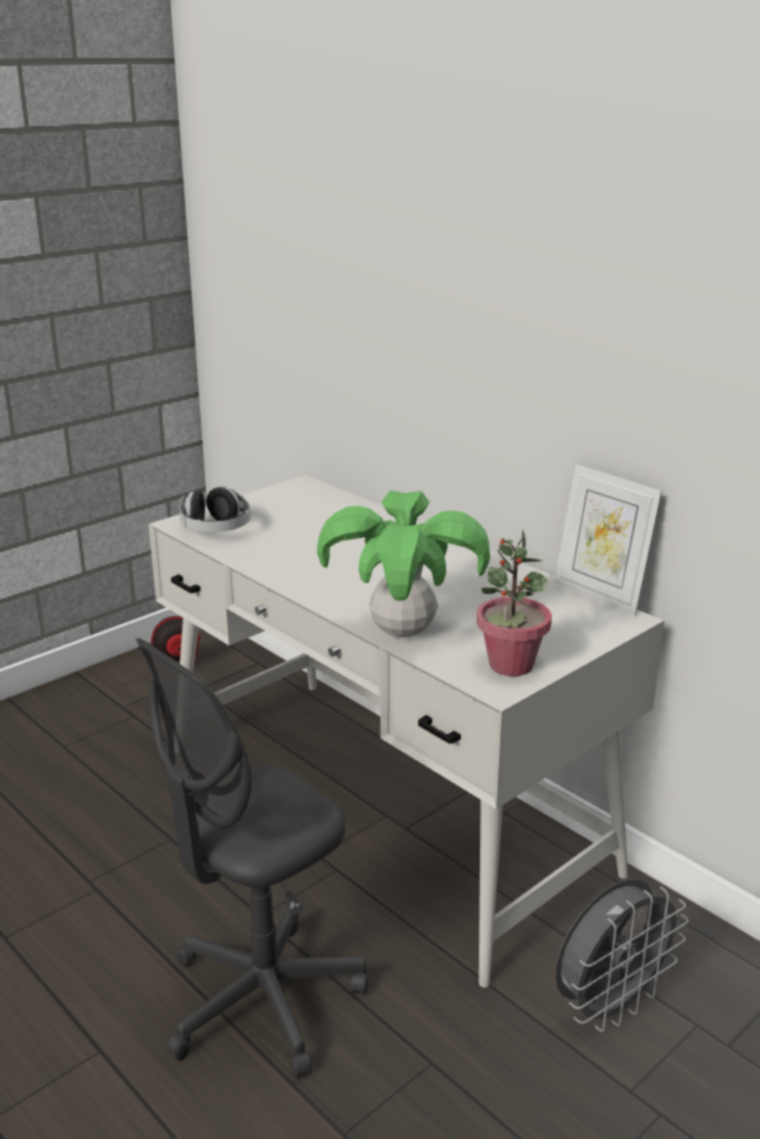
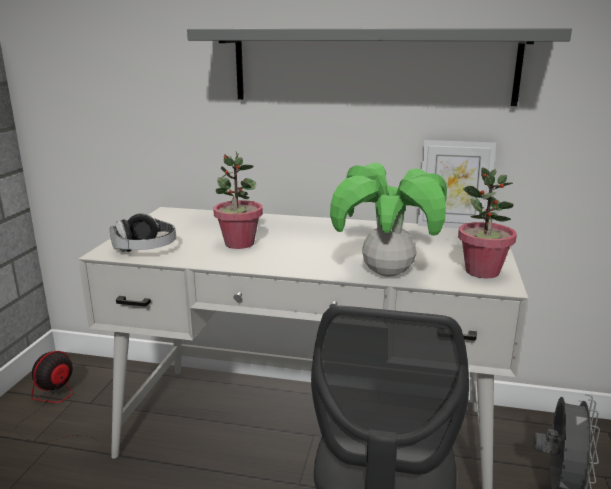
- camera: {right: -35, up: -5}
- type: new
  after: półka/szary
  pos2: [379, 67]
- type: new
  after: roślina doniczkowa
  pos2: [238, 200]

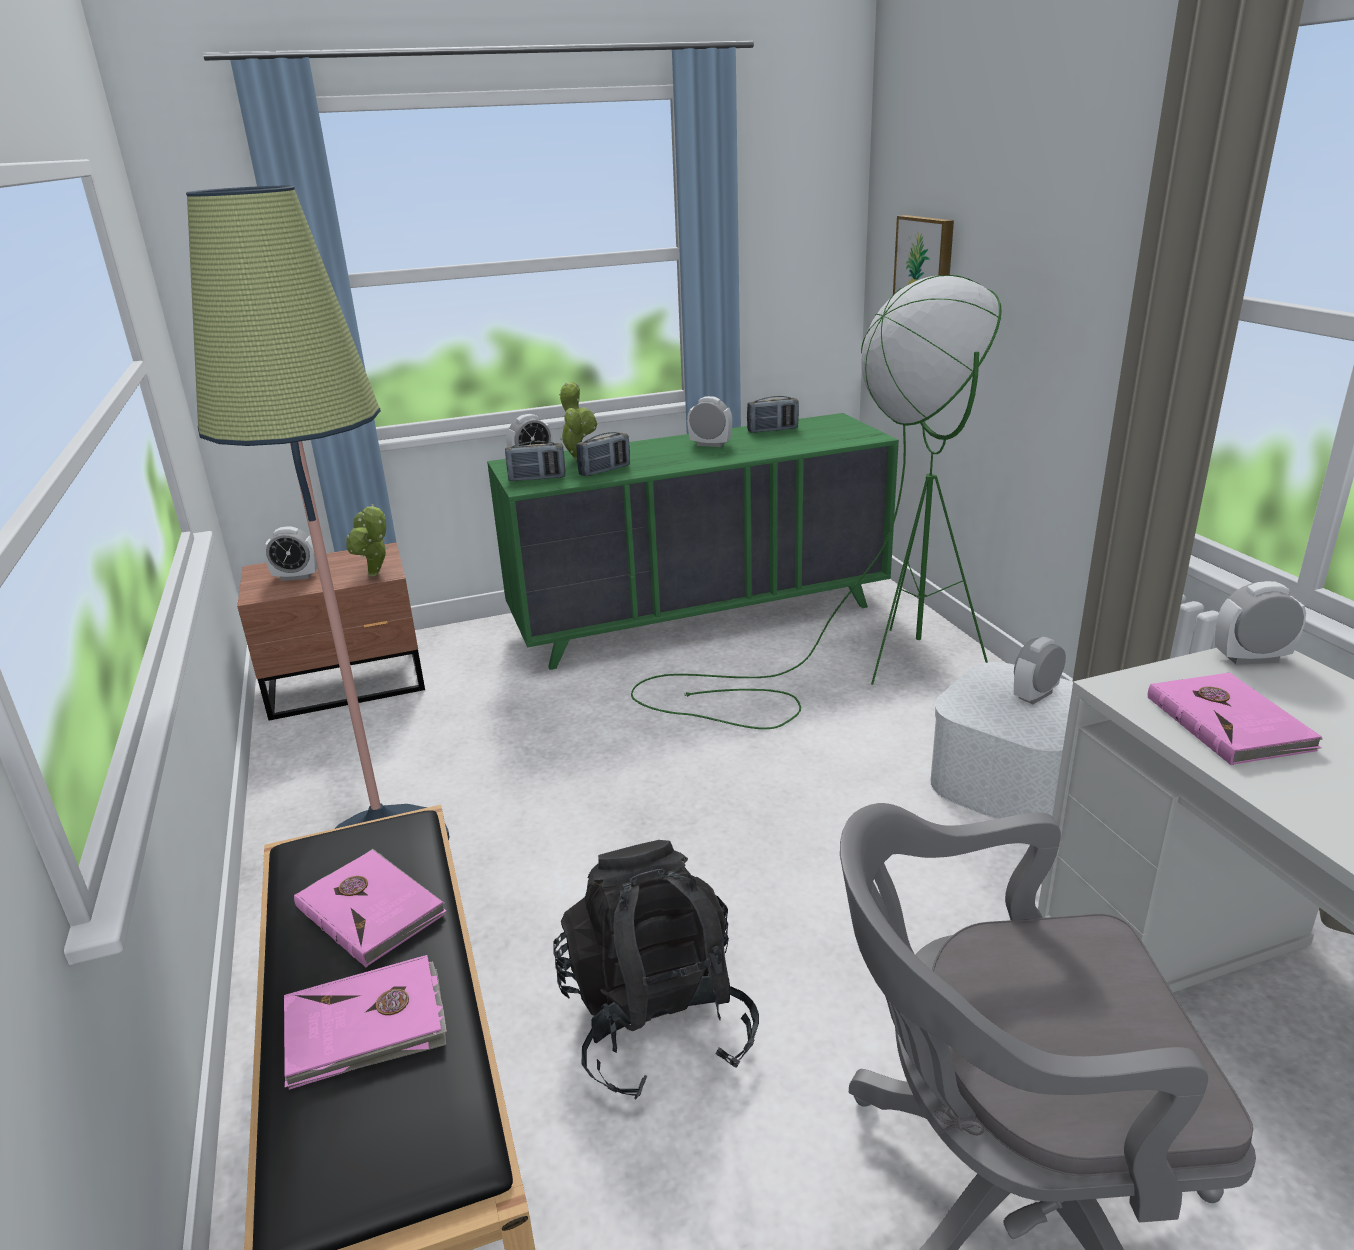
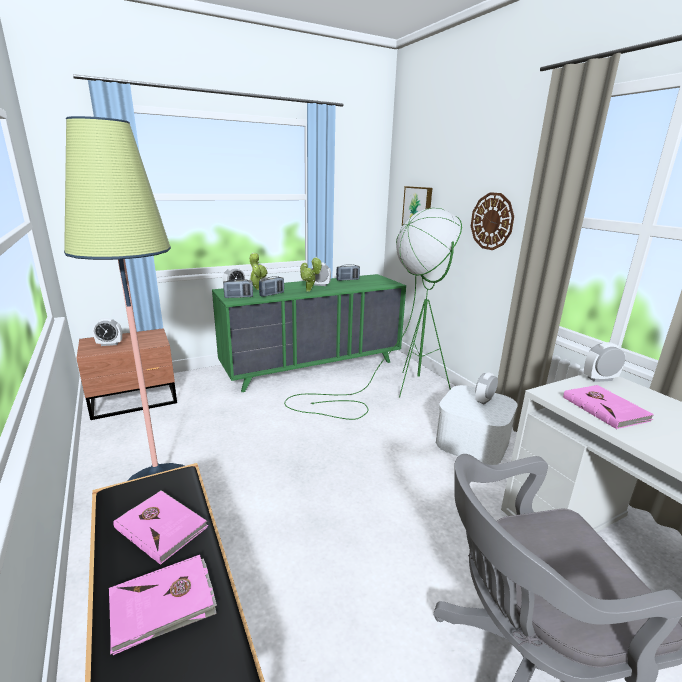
- camera: {right: -10, up: -5}
- type: gone
  before: plecak/czarny
  pos1: [656, 969]
- type: new
  after: zegar ścienny
  pos2: [492, 221]
- type: shifted
  before: roślina doniczkowa
  pos1: [366, 540]
  pos2: [311, 274]

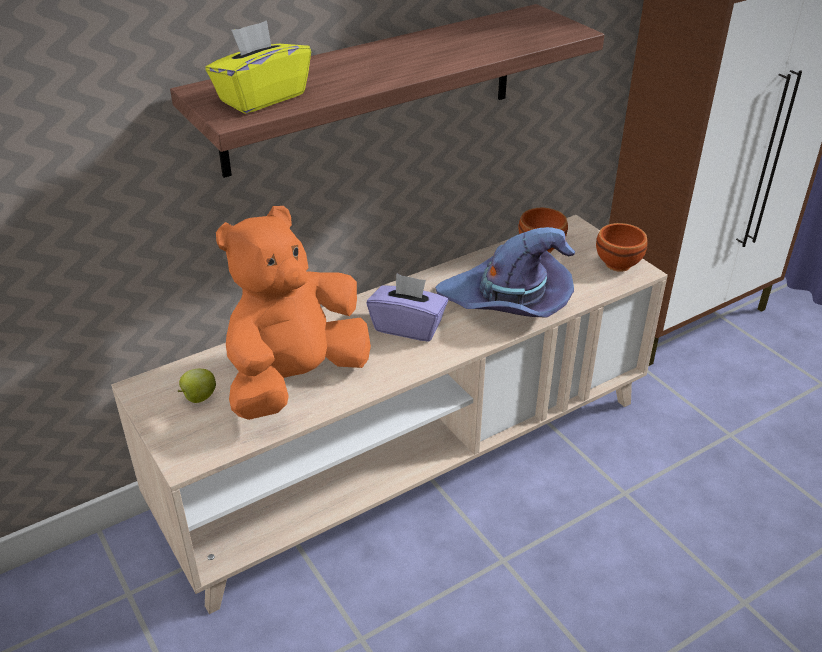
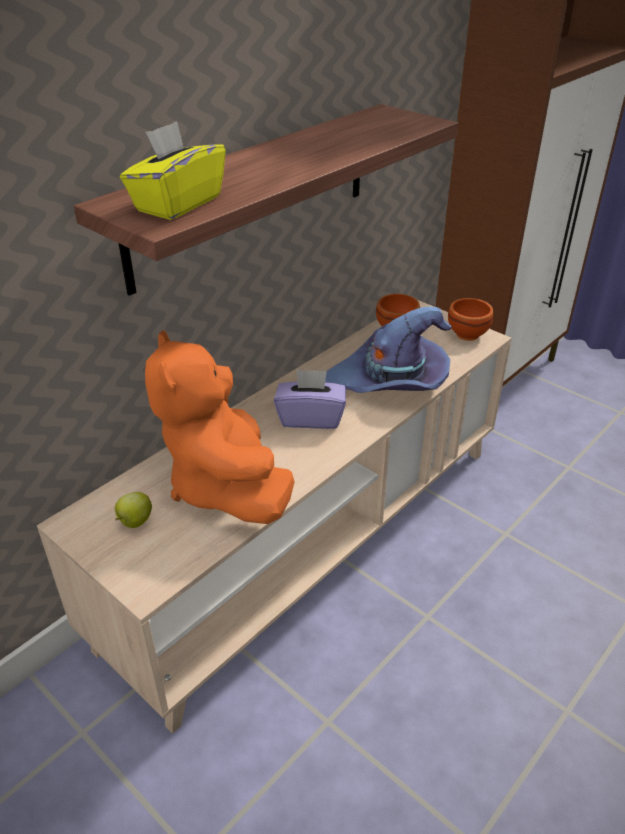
- camera: {right: -15, up: 0}
- type: rotated
  before: pluszak/pomarańczowy
  pos1: [293, 313]
  pos2: [220, 427]
  turn: -45

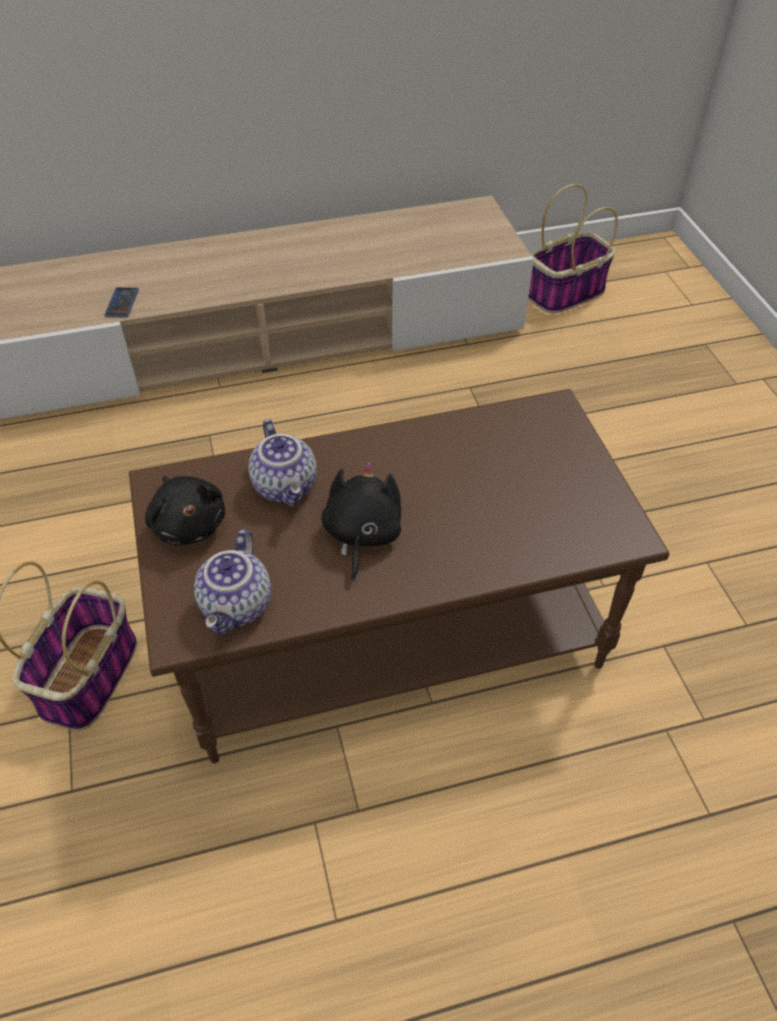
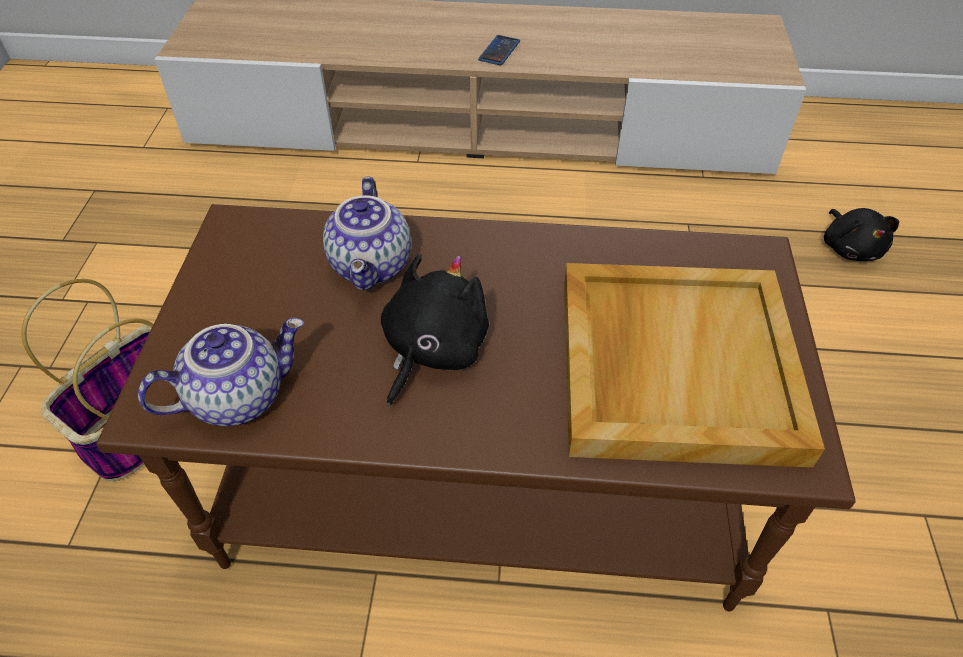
- camera: {right: 20, up: 0}
- type: gone
  before: koszyk
  pos1: [573, 249]
- type: new
  after: taca/beżowy
  pos2: [694, 365]
- type: shifted
  before: telefon
  pos1: [121, 302]
  pos2: [499, 50]
- type: shifted
  before: pluszak/czarny
  pos1: [185, 510]
  pos2: [861, 234]
- type: rotated
  before: imbryk
  pos1: [232, 582]
  pos2: [221, 372]
  turn: -150

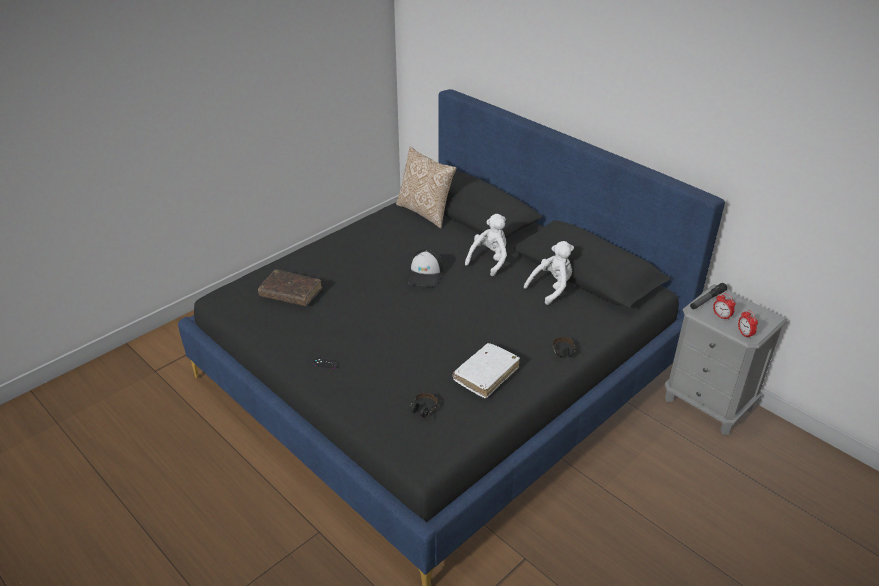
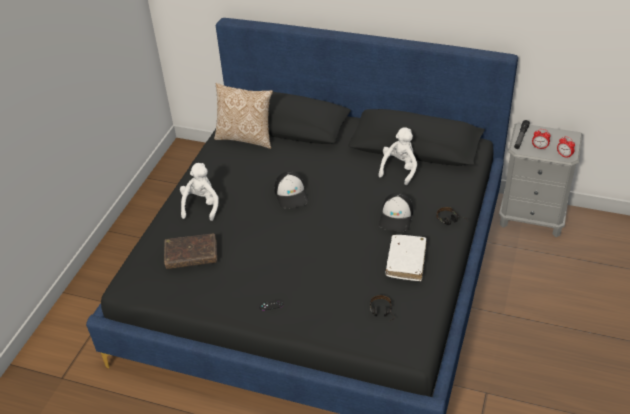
- camera: {right: -25, up: 5}
- type: new
  after: czapka z daszkiem
  pos2: [396, 212]
- type: shifted
  before: pluszak/biały
  pos1: [486, 245]
  pos2: [199, 192]

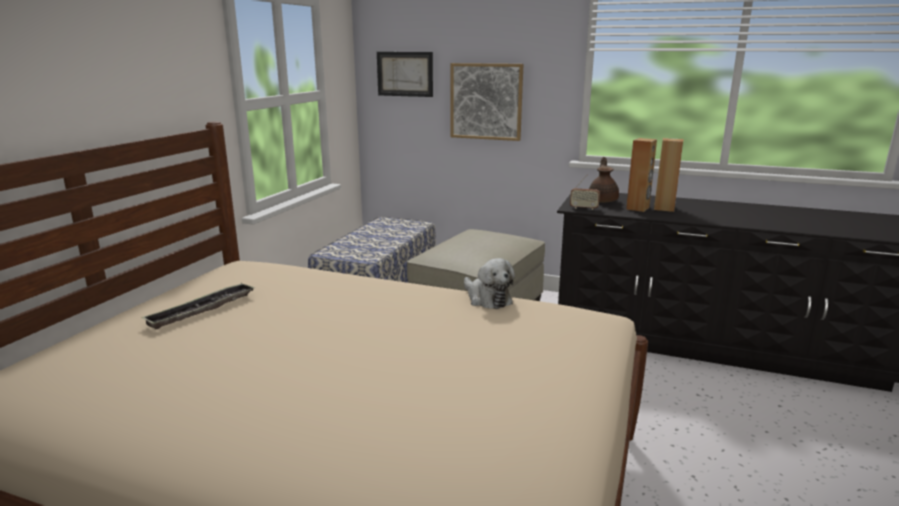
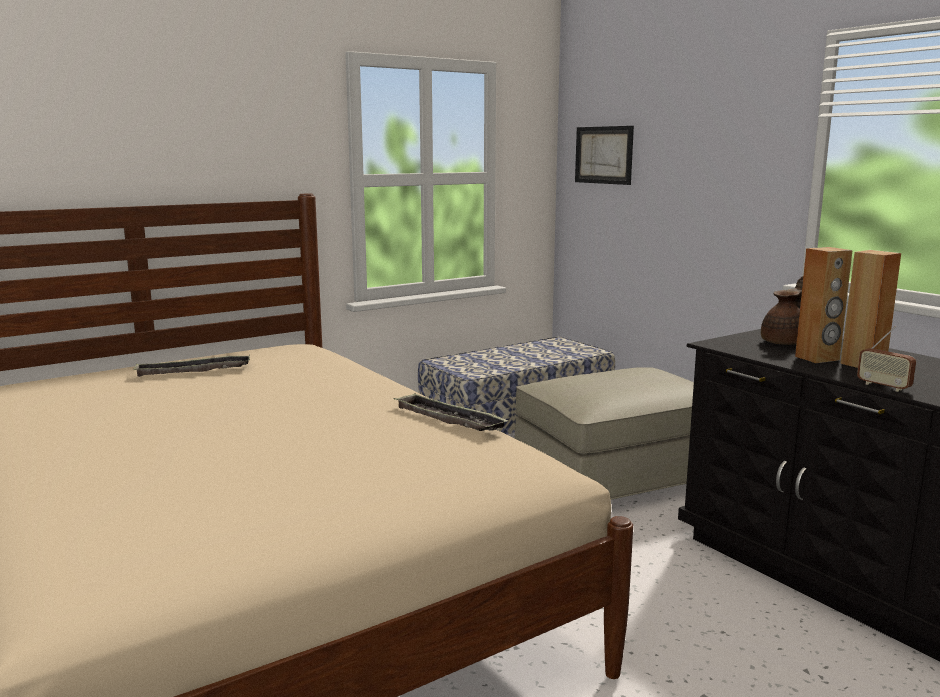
- camera: {right: 35, up: -5}
- type: gone
  before: obraz
  pos1: [486, 102]
- type: shifted
  before: radio
  pos1: [585, 192]
  pos2: [886, 359]
- type: swapped
  before: pluszak
  after: taca
  pos1: [489, 283]
  pos2: [451, 412]

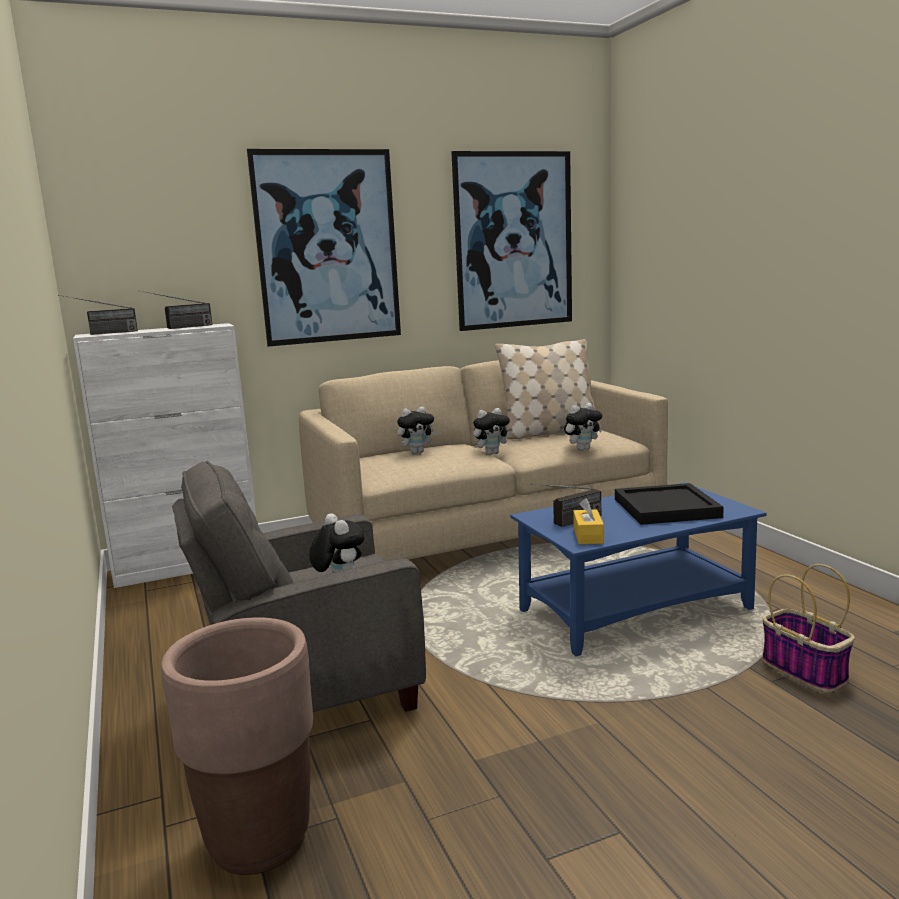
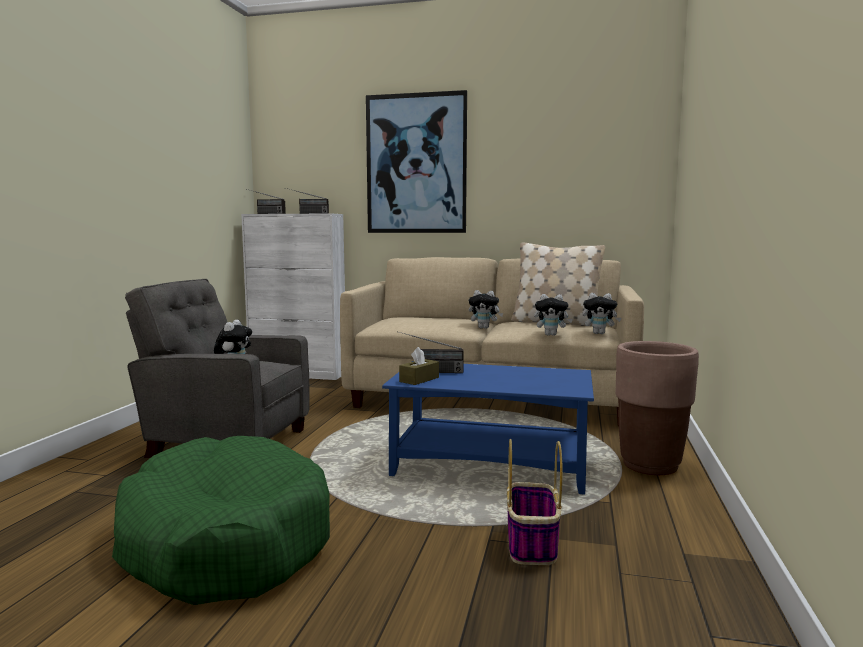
- camera: {right: 35, up: -5}
- type: gone
  before: obraz
  pos1: [511, 241]
- type: gone
  before: taca/czarny
  pos1: [669, 504]
- type: new
  after: legowisko/zielony
  pos2: [221, 520]
- type: shifted
  before: donica/brązowy
  pos1: [237, 746]
  pos2: [657, 408]
- type: shifted
  before: pluszak
  pos1: [417, 430]
  pos2: [601, 313]
- type: repainted
  before: pudełko chusteczek/żółty
  after: pudełko chusteczek/brązowy
  pos1: [588, 521]
  pos2: [419, 366]

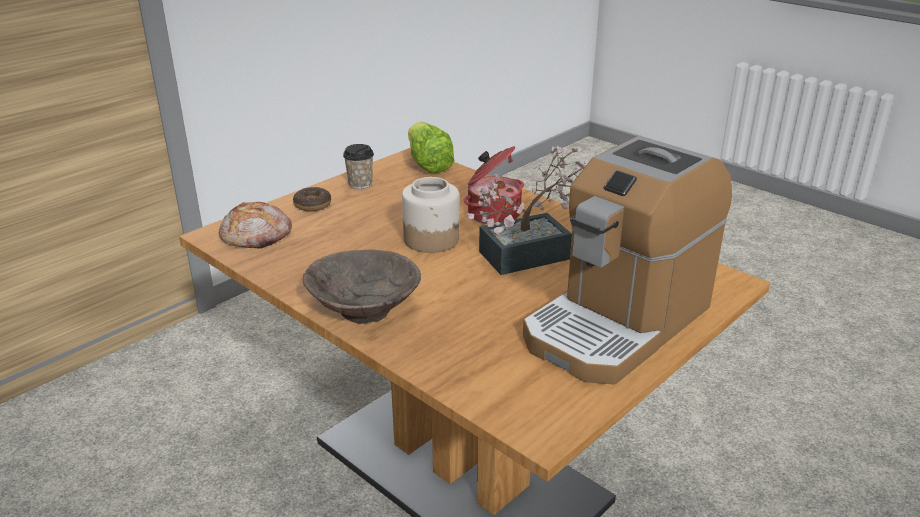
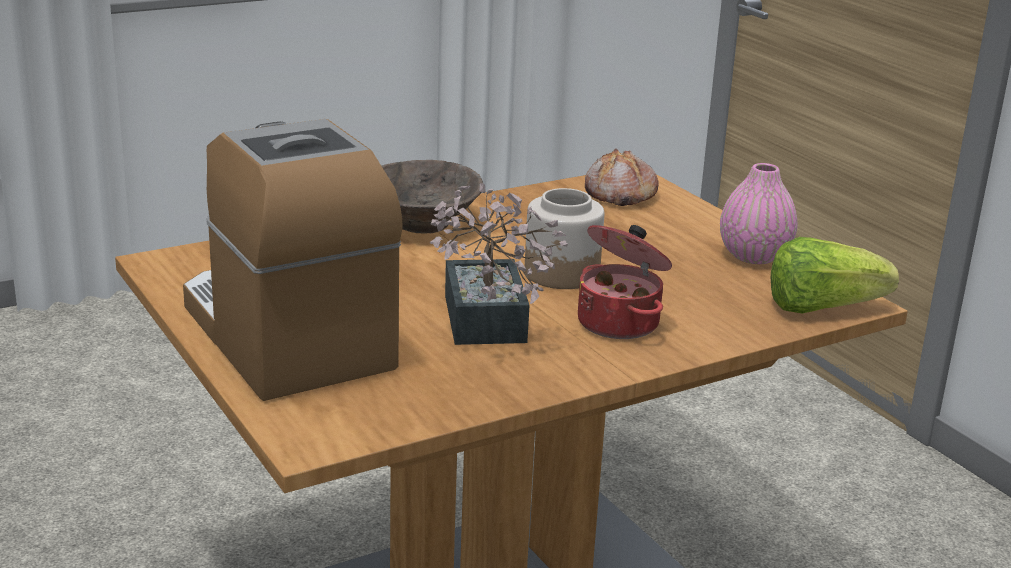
- camera: {right: 105, up: -5}
- type: gone
  before: donut
  pos1: [312, 199]
- type: swapped
  before: filiżanka
  after: wazon/różowy
  pos1: [358, 166]
  pos2: [759, 213]

